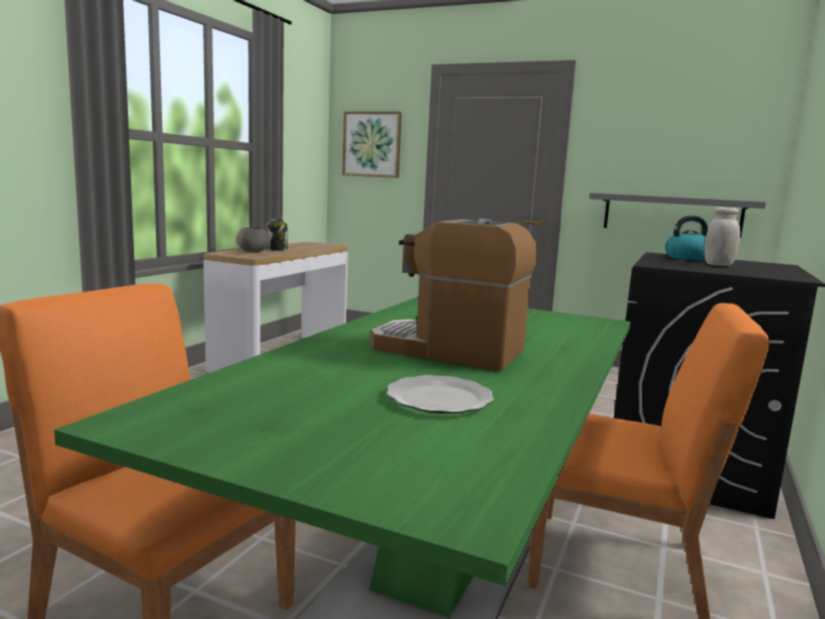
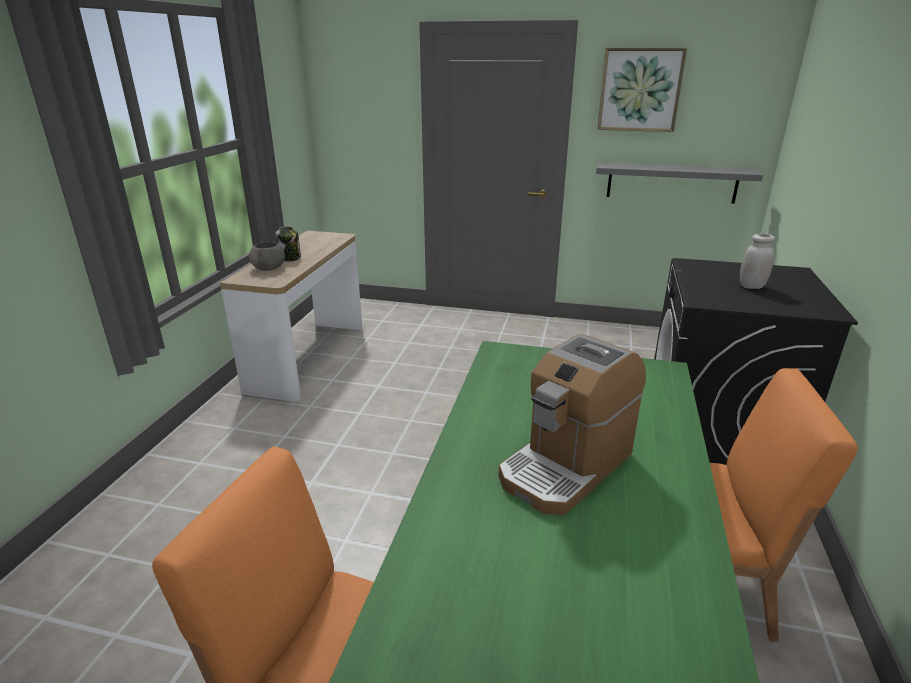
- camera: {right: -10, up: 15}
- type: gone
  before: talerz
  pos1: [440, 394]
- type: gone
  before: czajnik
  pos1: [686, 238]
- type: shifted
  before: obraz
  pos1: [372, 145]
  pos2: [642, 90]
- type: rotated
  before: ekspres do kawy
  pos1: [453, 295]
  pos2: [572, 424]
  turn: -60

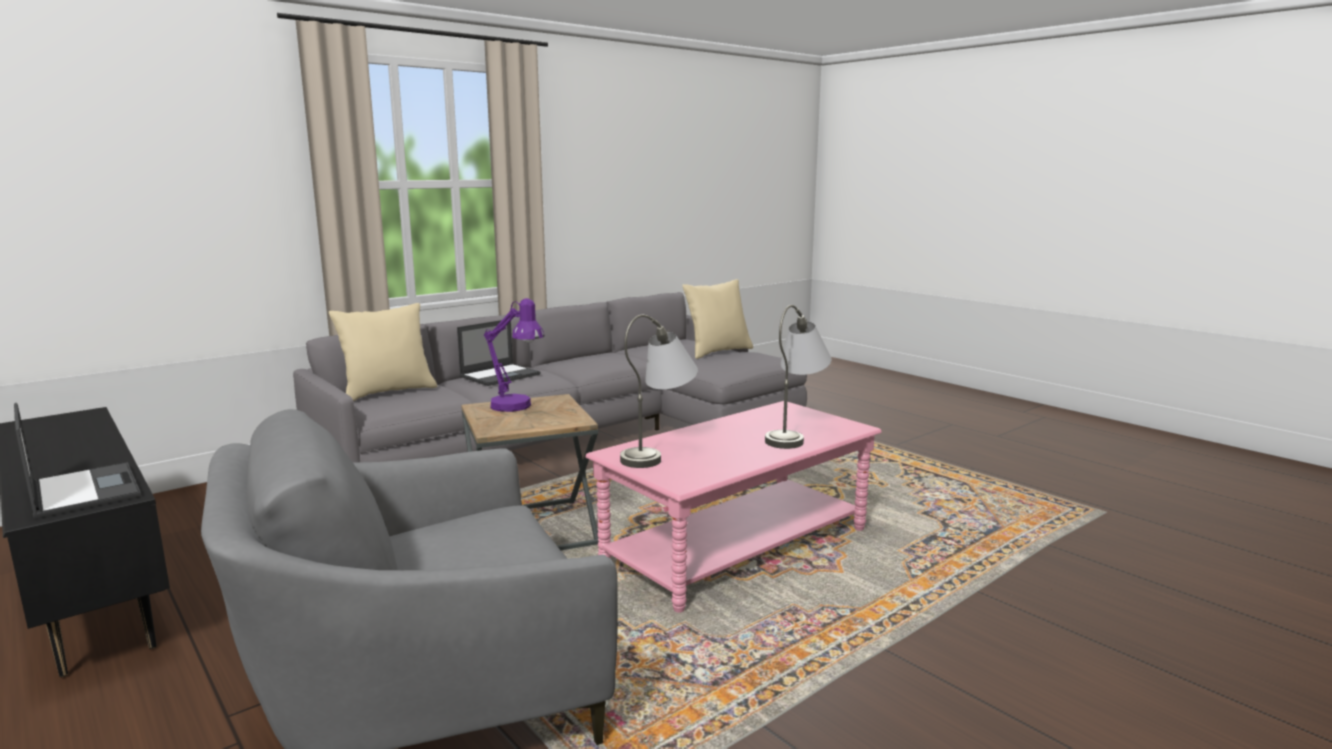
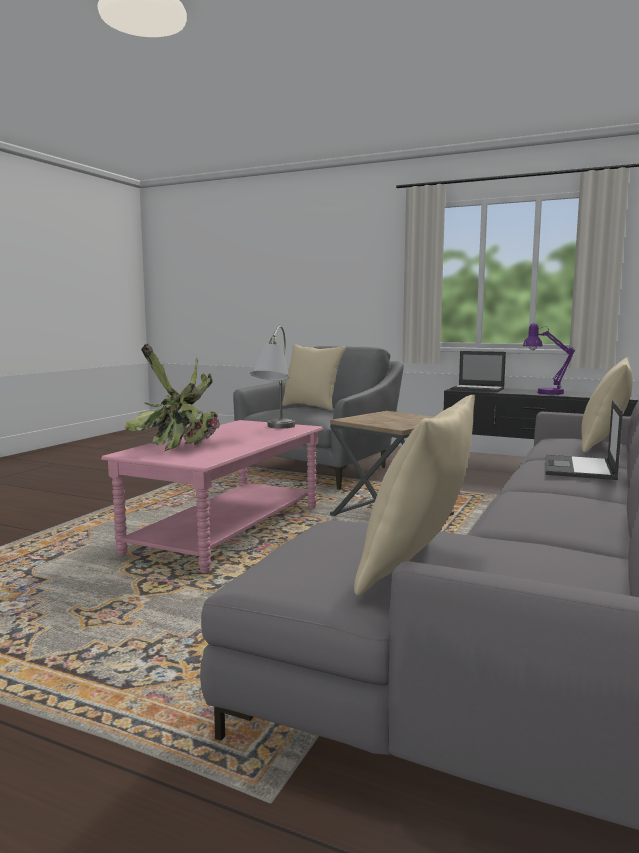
- camera: {right: 155, up: -5}
- type: new
  after: poduszka/beżowy
  pos2: [314, 377]
- type: shifted
  before: lampa stołowa/fioletowy
  pos1: [514, 355]
  pos2: [549, 359]
- type: swapped
  before: lampa stołowa/szary
  after: roślina doniczkowa
  pos1: [798, 377]
  pos2: [172, 397]

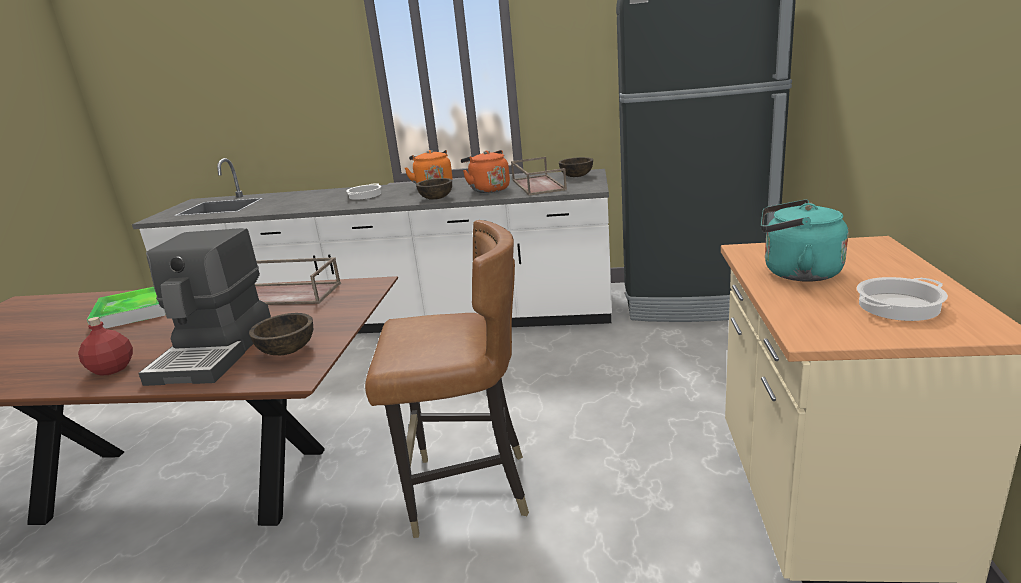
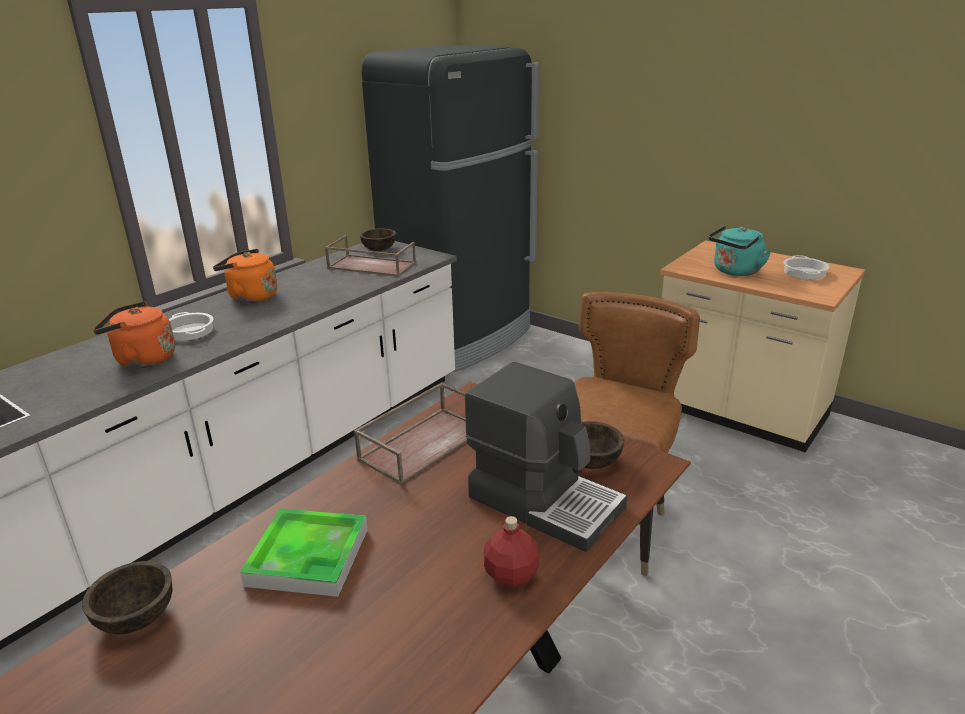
- camera: {right: -60, up: 5}
- type: shifted
  before: miska/brązowy
  pos1: [434, 189]
  pos2: [127, 597]
- type: shifted
  before: czajnik/pomarańczowy
  pos1: [485, 171]
  pos2: [134, 334]

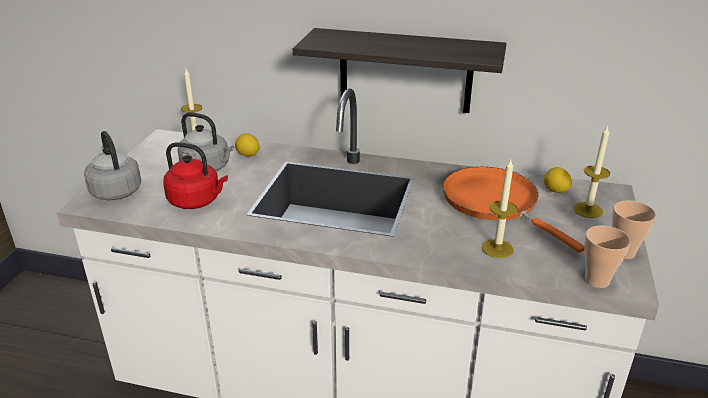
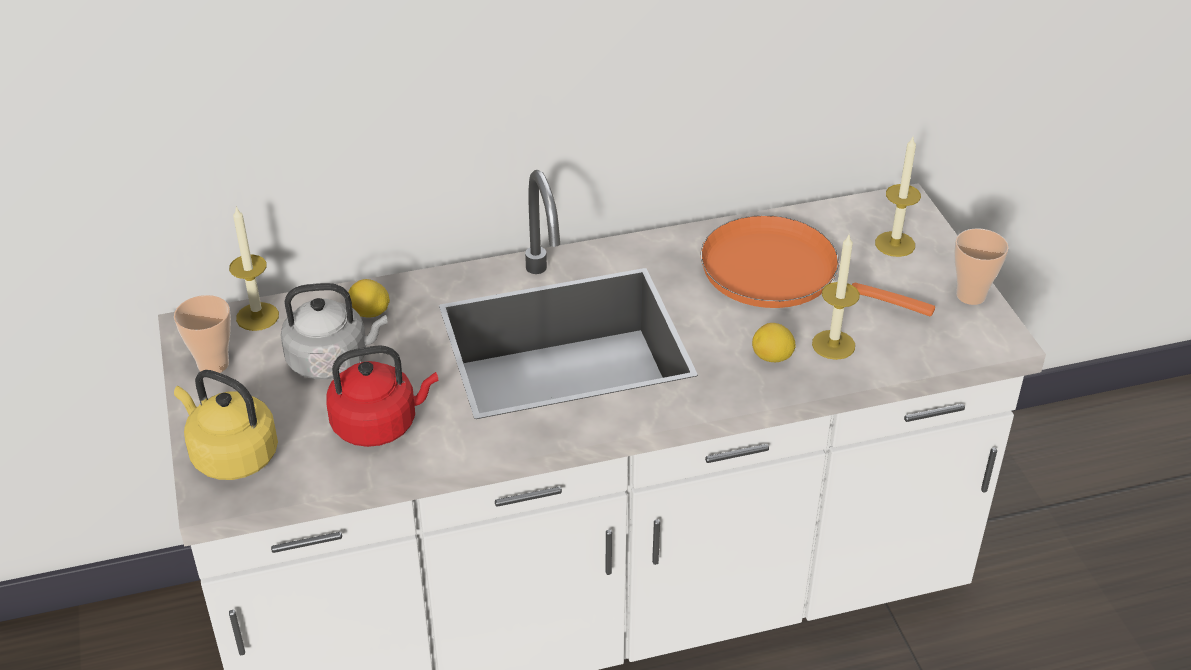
- camera: {right: -30, up: 10}
- type: gone
  before: półka
  pos1: [400, 70]
- type: shifted
  before: cytryna
  pos1: [558, 180]
  pos2: [774, 342]
- type: shifted
  before: filiżanka
  pos1: [607, 256]
  pos2: [202, 334]
- type: repainted
  before: czajnik/szary
  after: czajnik/żółty
  pos1: [113, 165]
  pos2: [226, 425]

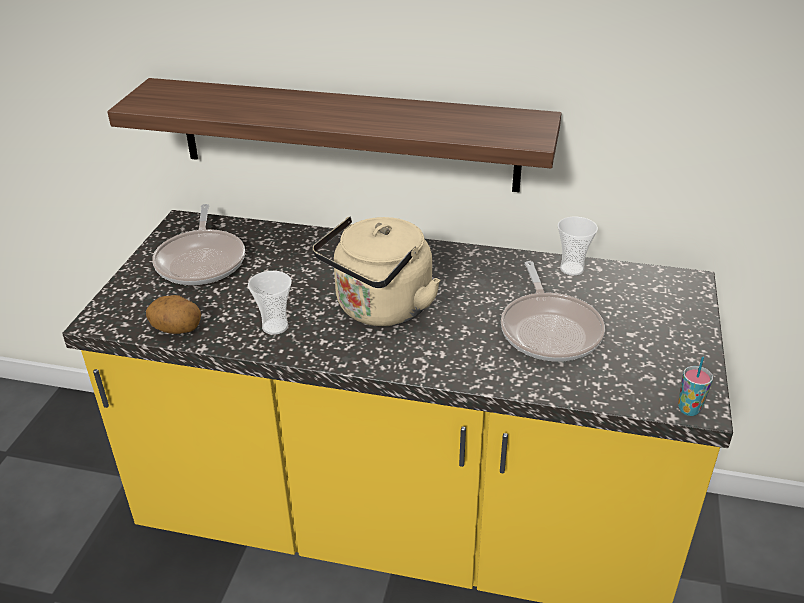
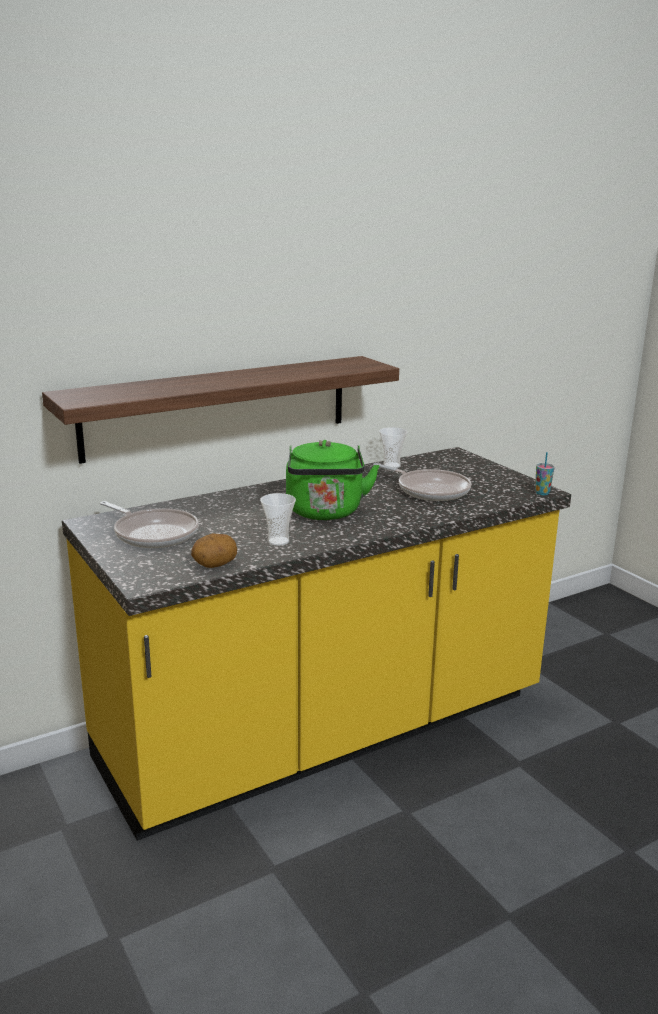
- camera: {right: -45, up: -15}
- type: repainted
  before: czajnik/beżowy
  after: czajnik/zielony
  pos1: [376, 271]
  pos2: [332, 480]

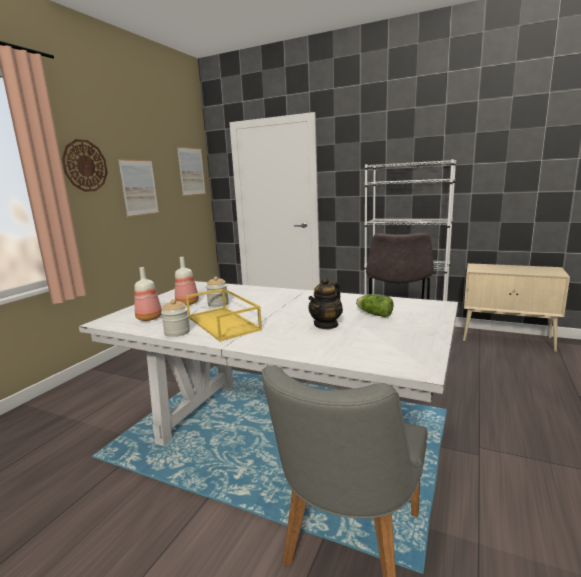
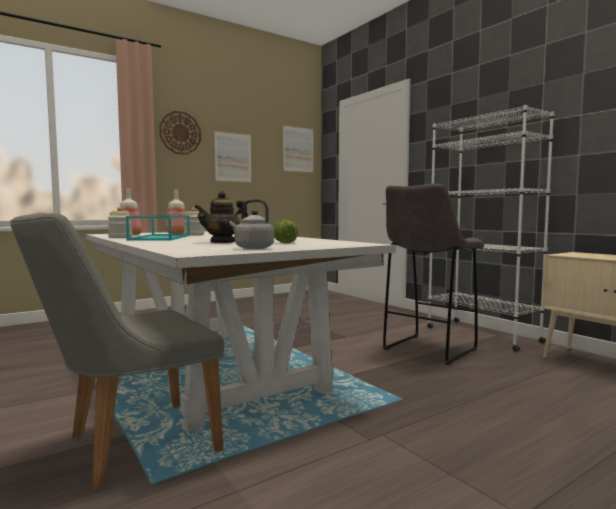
- camera: {right: 30, up: -10}
- type: new
  after: czajnik/szary
  pos2: [251, 224]
- type: repainted
  before: taca/żółty
  after: taca/turkusowy
  pos1: [223, 315]
  pos2: [158, 228]

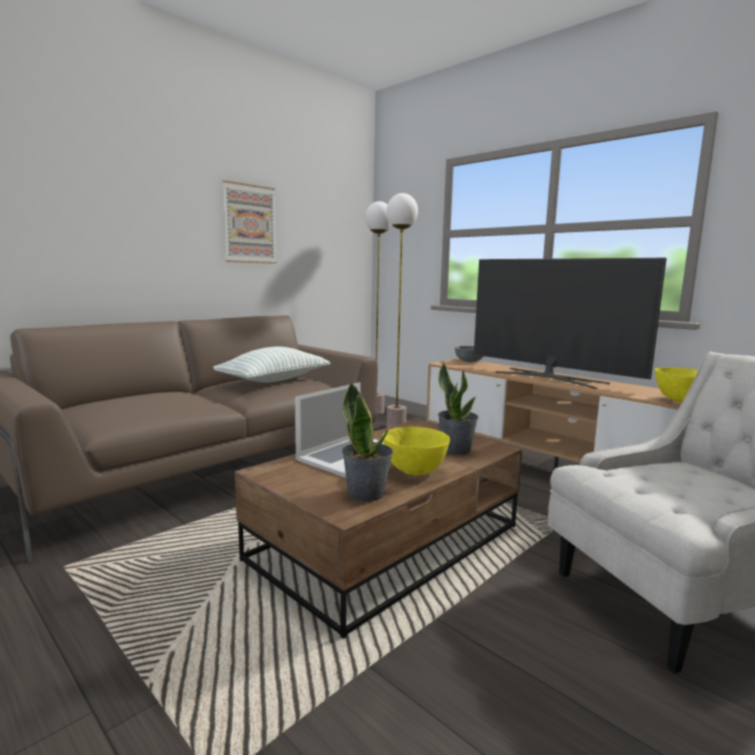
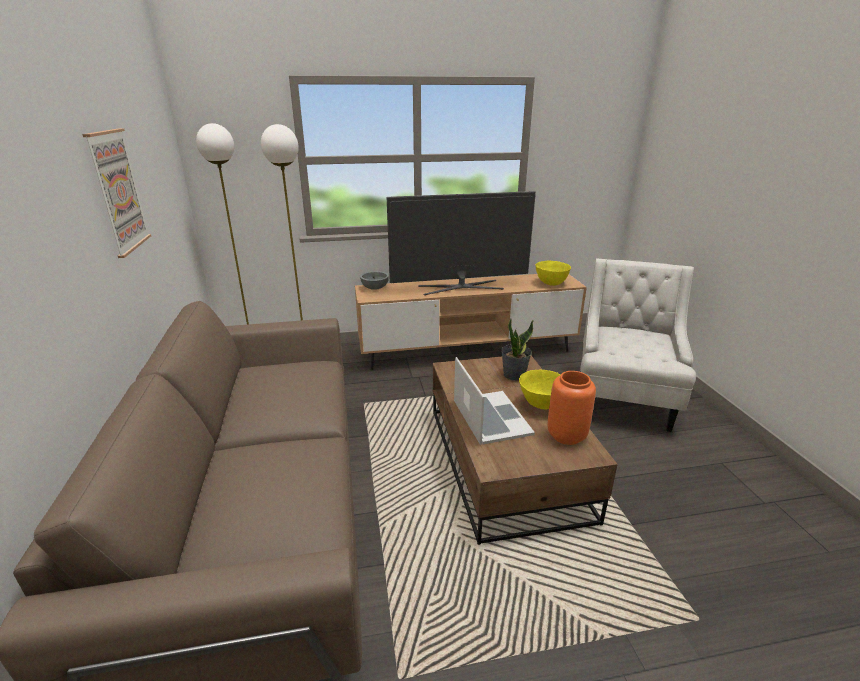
- camera: {right: -55, up: 15}
- type: gone
  before: poduszka
  pos1: [271, 364]
- type: swapped
  before: roślina doniczkowa
  after: wazon/pomarańczowy
  pos1: [367, 442]
  pos2: [571, 408]

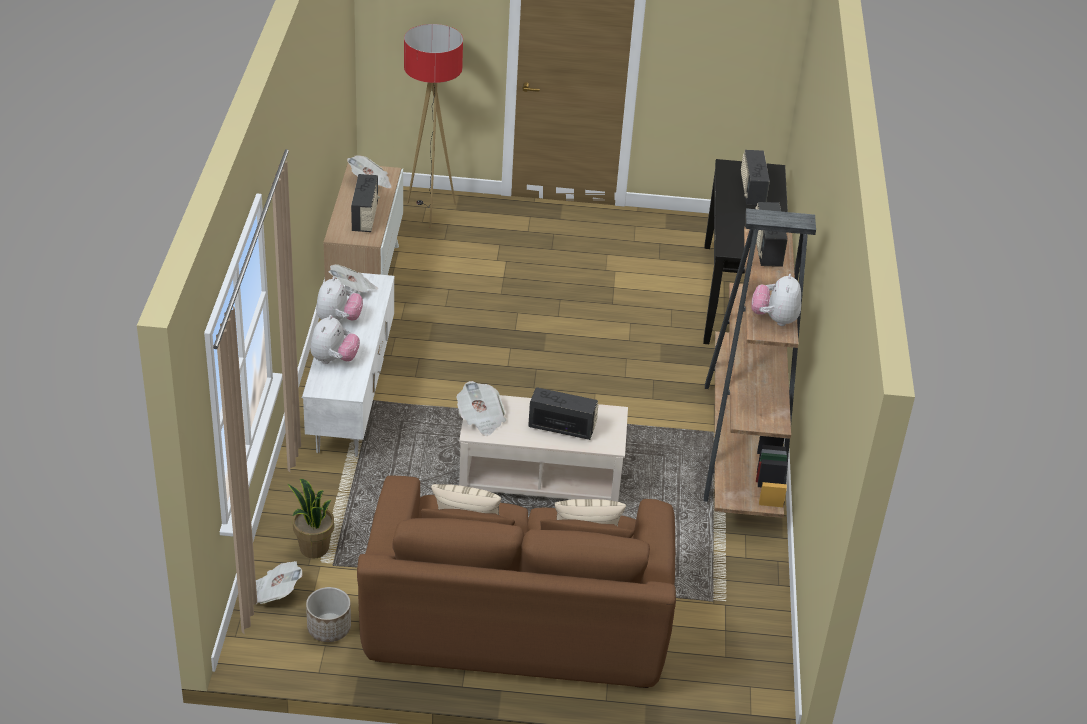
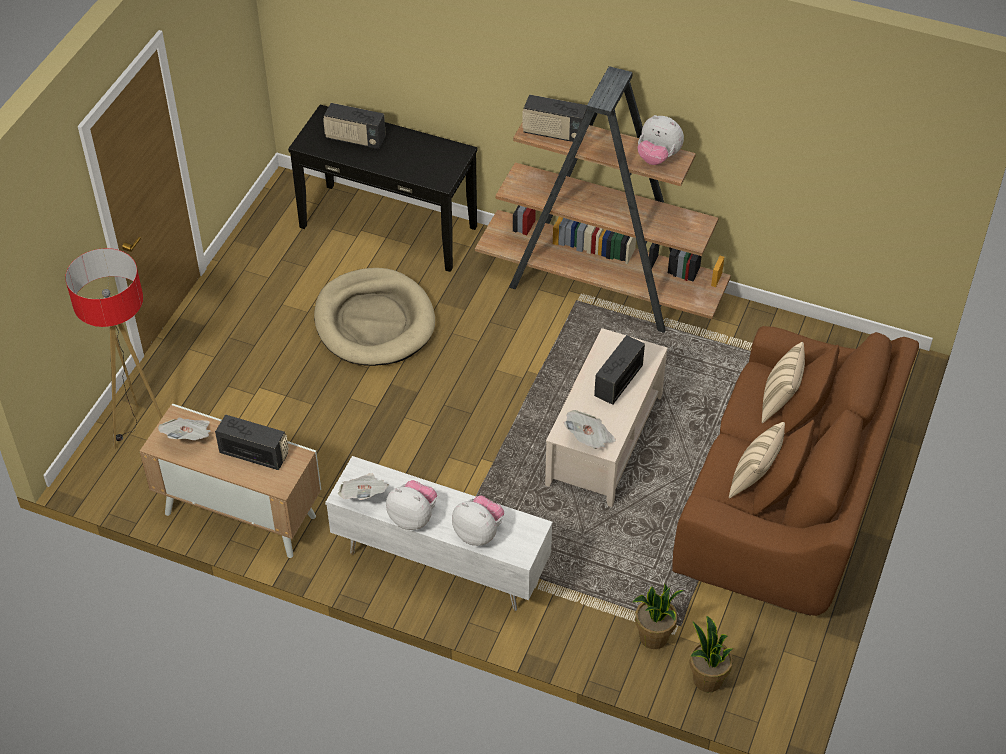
- camera: {right: -70, up: 10}
- type: gone
  before: donica
  pos1: [328, 614]
- type: new
  after: legowisko/beżowy
  pos2: [374, 317]
- type: swapped
  before: gazeta
  after: roślina doniczkowa
  pos1: [278, 583]
  pos2: [711, 654]

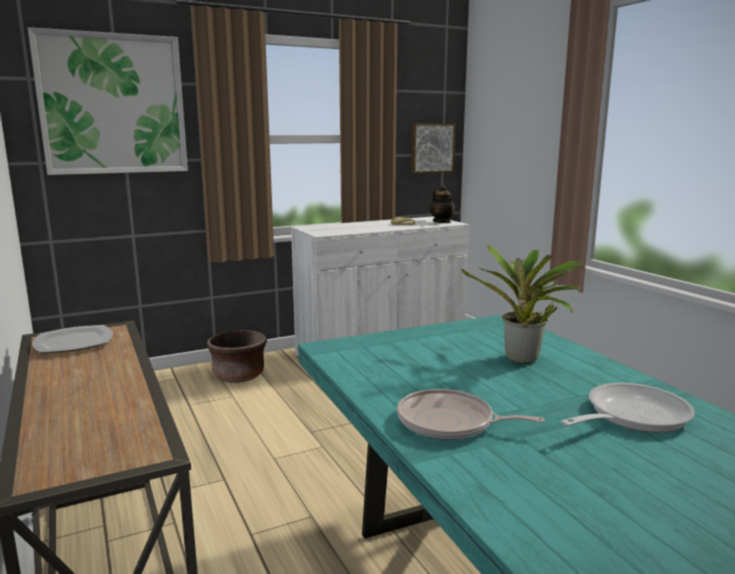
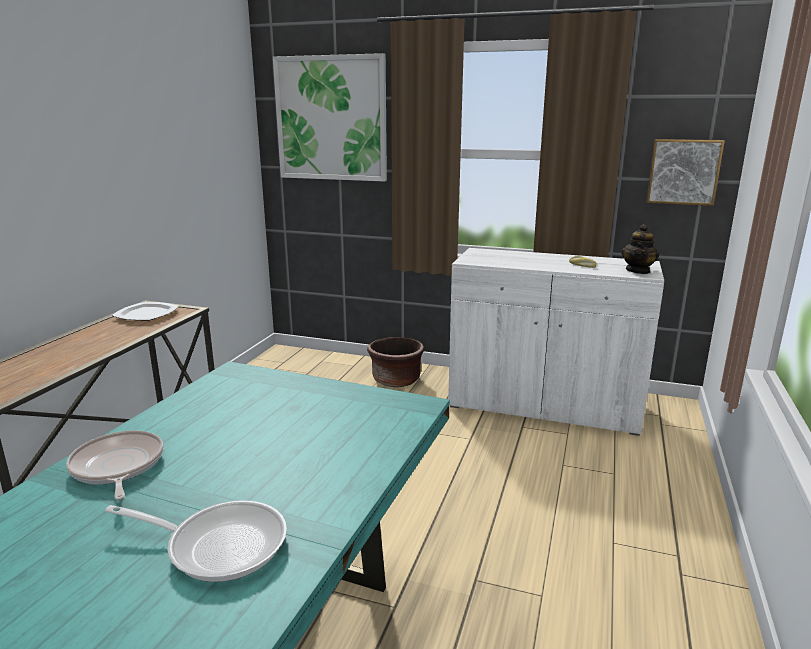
- camera: {right: 45, up: 5}
- type: gone
  before: roślina doniczkowa
  pos1: [521, 304]

